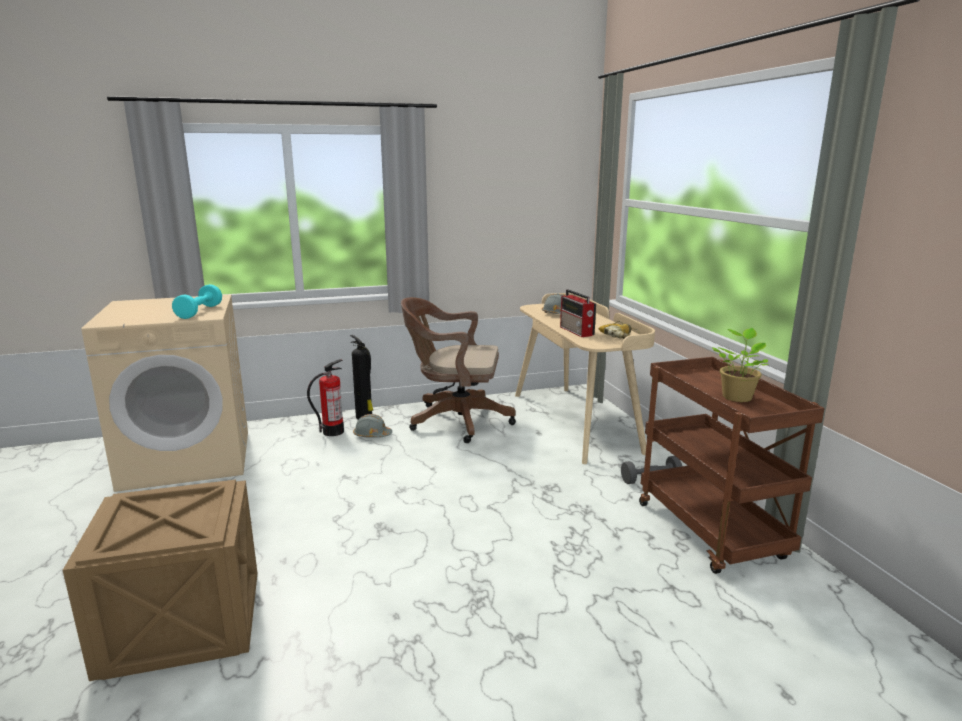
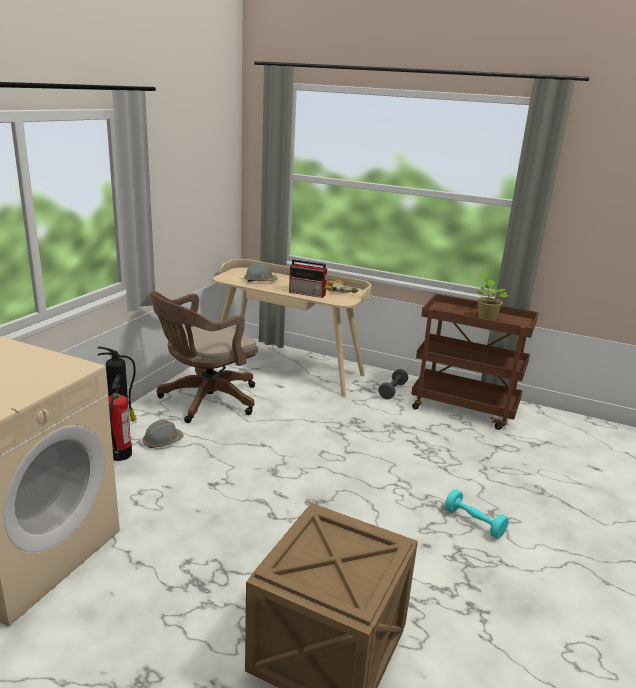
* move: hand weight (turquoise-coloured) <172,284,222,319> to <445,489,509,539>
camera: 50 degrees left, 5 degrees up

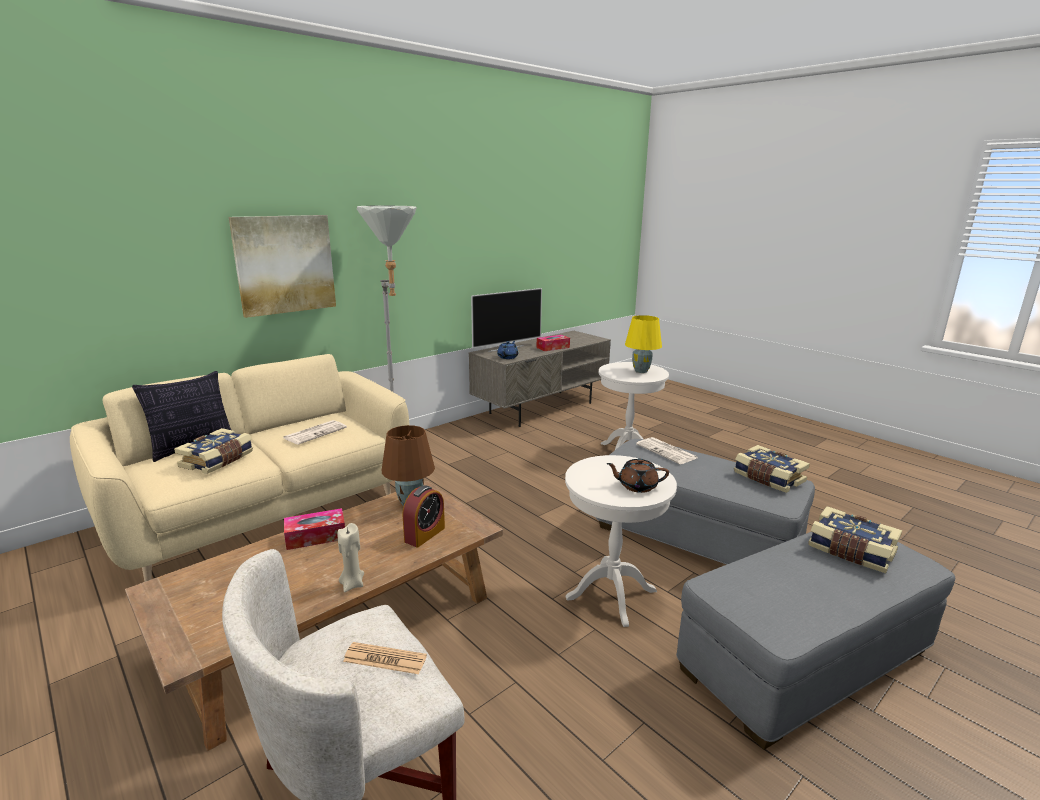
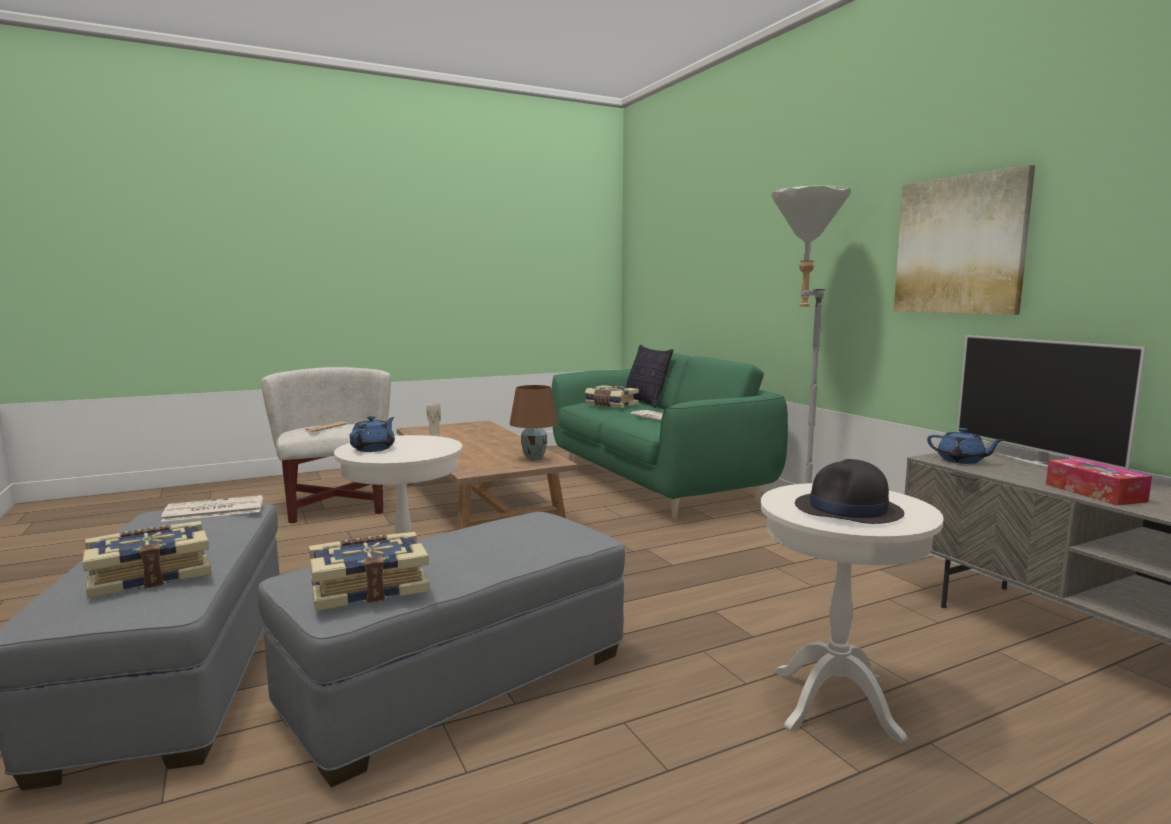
* recolor: couch (sand-coloured) <70,354,410,582> to couch (green) <551,349,788,519>
* move: wall picture <229,215,336,318> to <894,165,1035,315>
* delete: tissue holder <284,508,345,550>
* delete: table clock <403,486,445,547>
* recolor: pot for tea (brown-coloured) <606,458,669,493> to pot for tea (bluish) <350,416,395,452>
* replace: lamp for a table (yellow-coloured) <625,315,662,373> to wearable hat (black-coloured) <795,459,904,524>
* move: printed paper <636,437,698,464> to <161,495,263,522>
camera: 105 degrees right, 10 degrees down

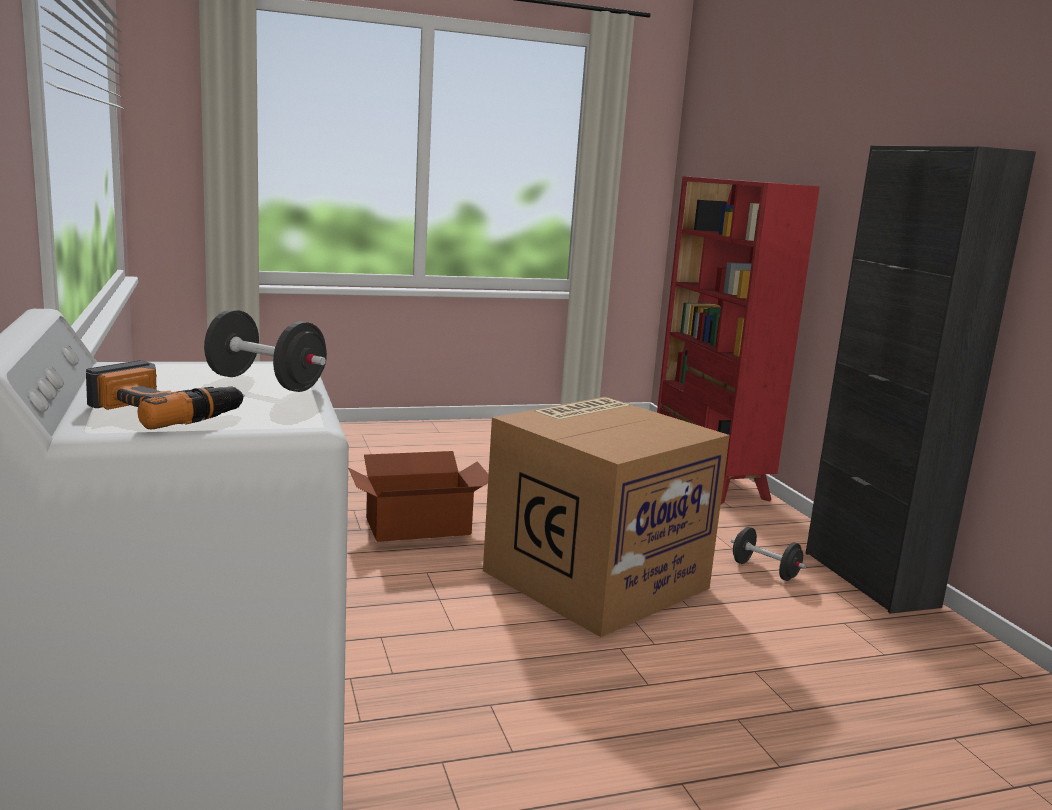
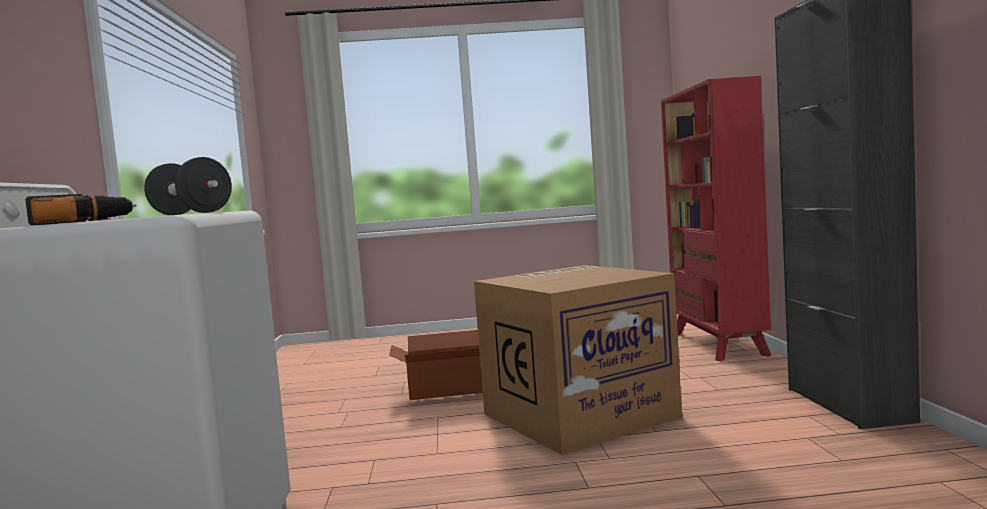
* delete: hand weight (black-coloured) <731,527,806,581>
camera: 15 degrees right, 10 degrees down

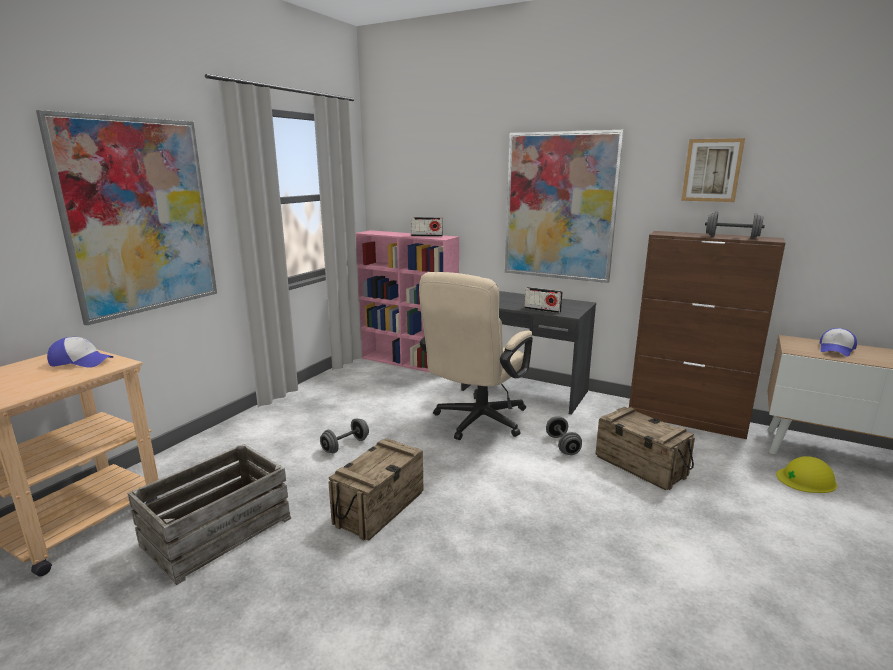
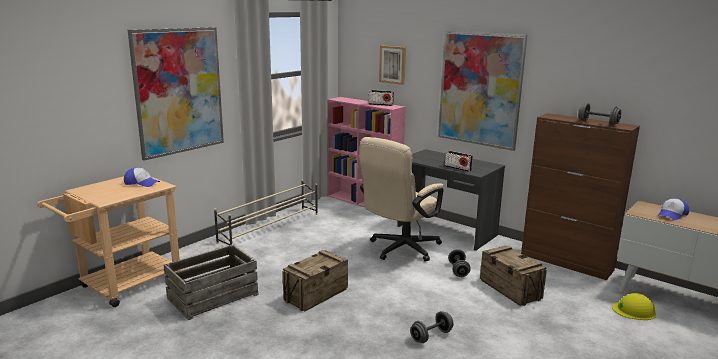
* move: hand weight (grey) <320,418,369,453> to <410,311,454,343>
* move: wall picture <681,138,745,202> to <379,45,406,85>
* insert: shoe stand (sand-coloured) <214,180,318,245>
camera: 10 degrees right, 0 degrees up

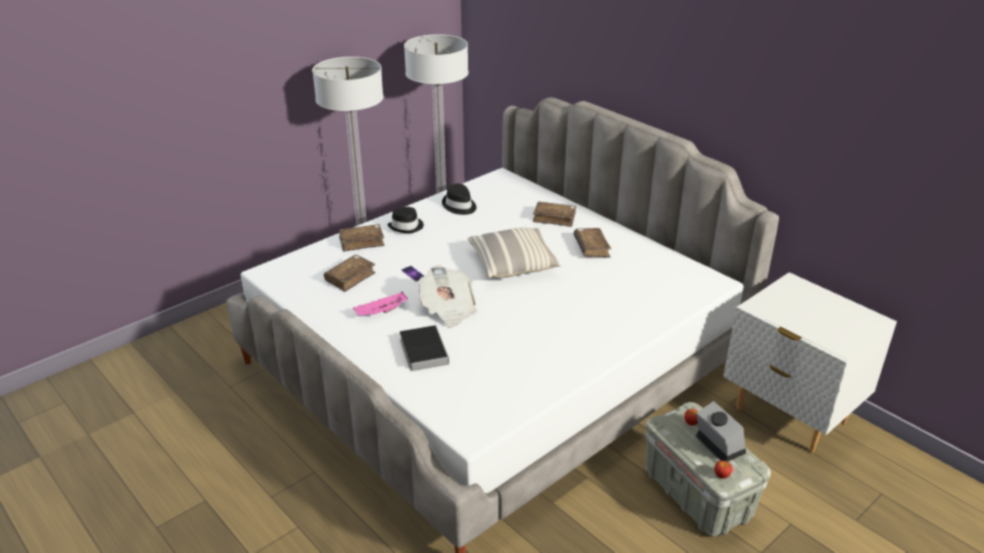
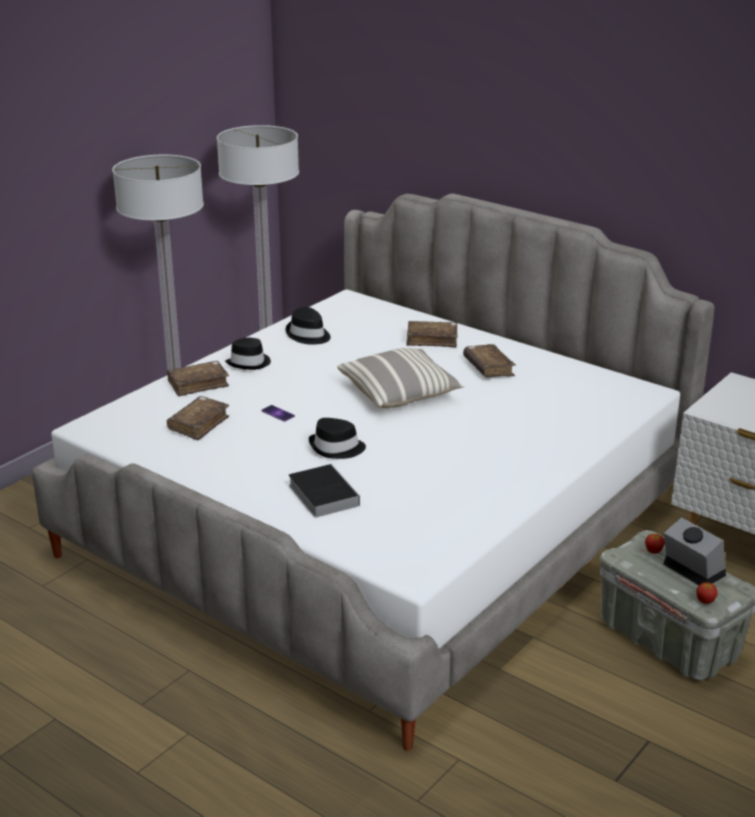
* delete: carrying tray (pinkish) <353,291,408,316>
* replace: printed paper <419,265,477,328> to wearable hat (black-coloured) <309,418,366,459>
camera: 10 degrees left, 5 degrees down

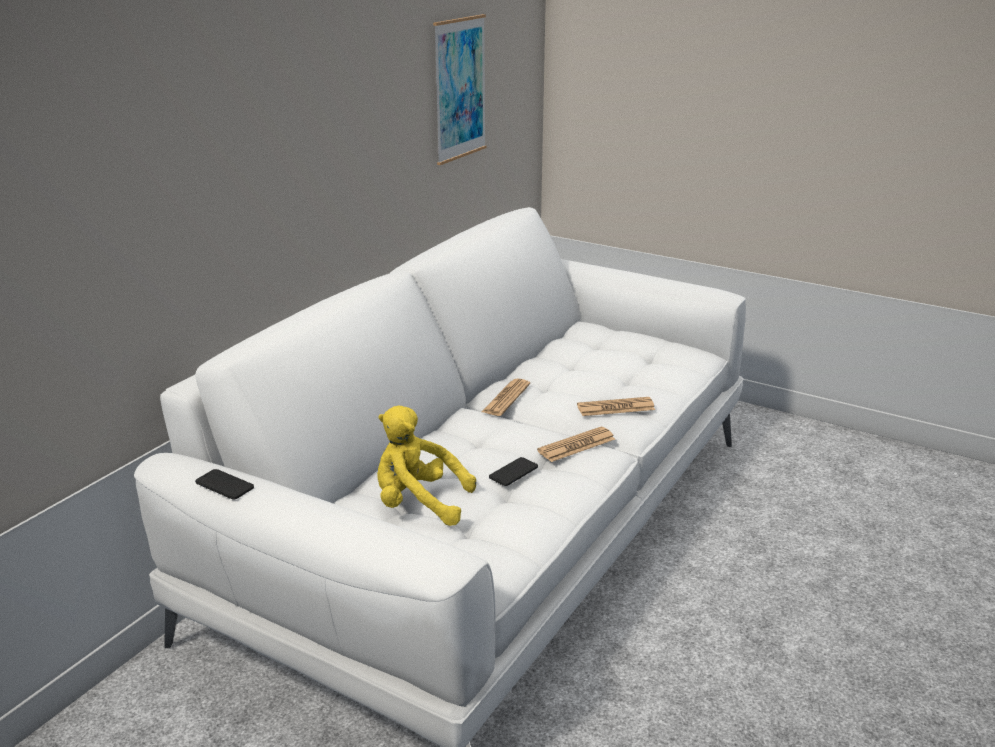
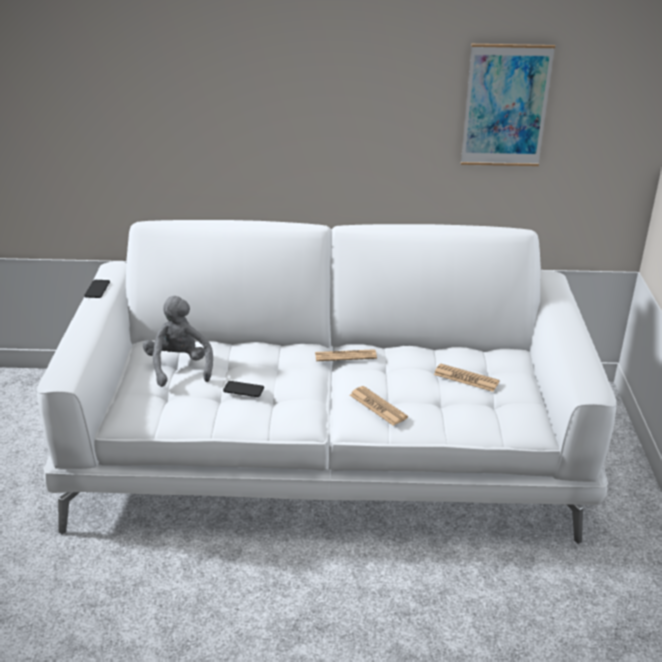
* recolor: cuddly toy (yellow-coloured) <377,406,476,526> to cuddly toy (grey) <143,296,213,387>
* move: printed paper <537,427,615,462> to <434,363,500,392>
camera: 60 degrees right, 5 degrees up

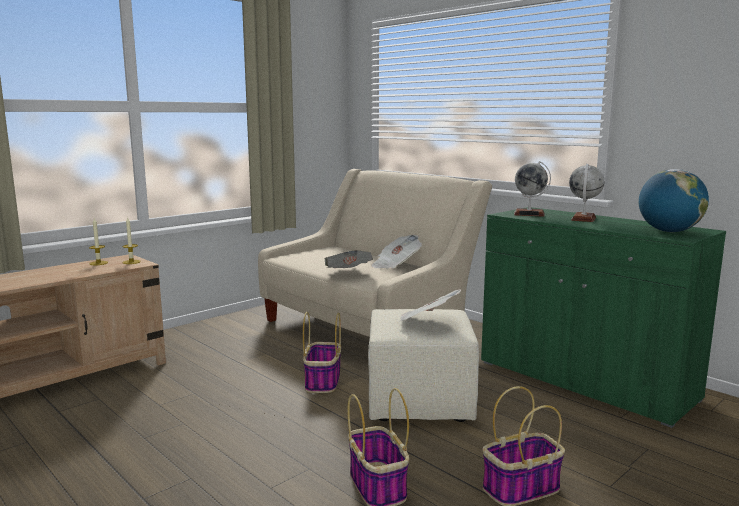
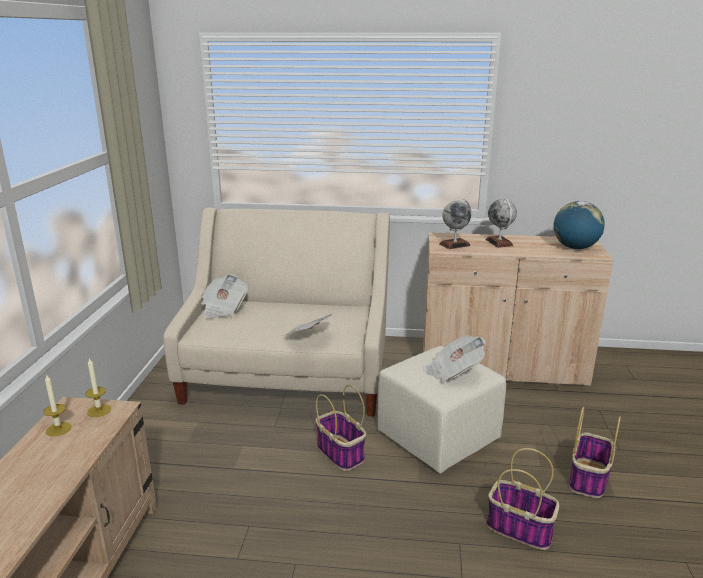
* move: printed paper <371,235,422,269> to <201,274,248,319>
* recolor: cupboard (green) <481,207,726,428> to cupboard (sand-coloured) <423,232,613,387>
camera: 40 degrees left, 10 degrees up

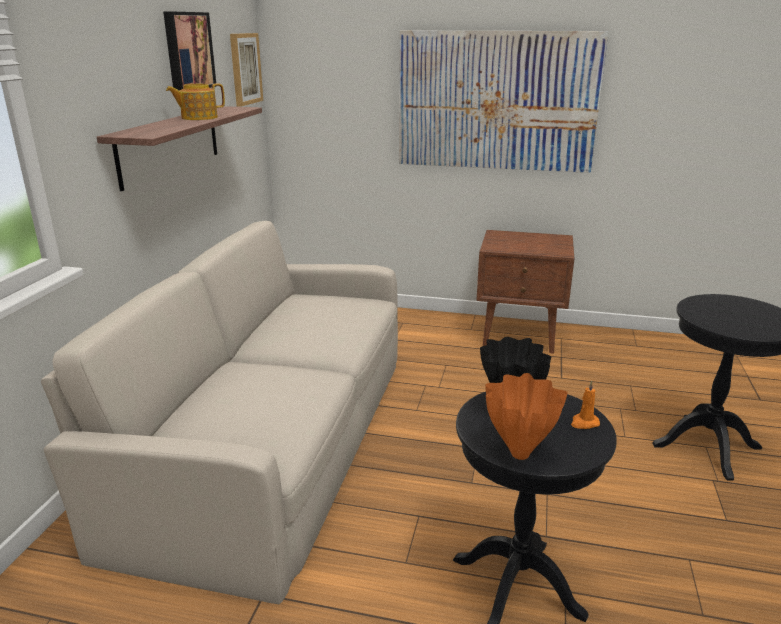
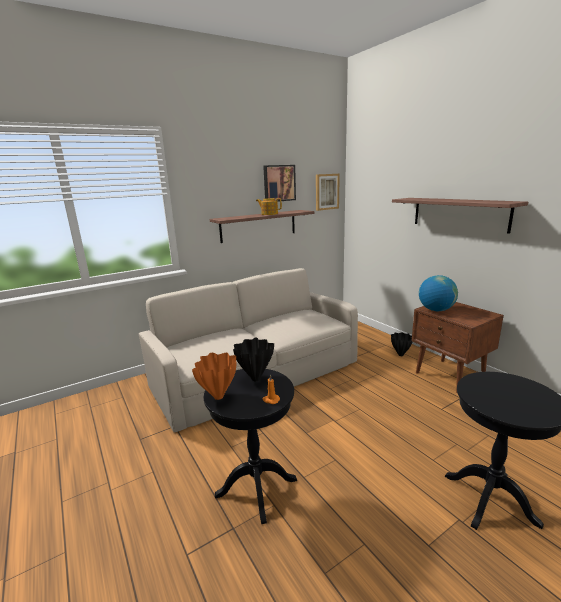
* replace: wall picture <399,31,608,173> to bracket shelf <392,198,528,234>
* insert: decorative vase (black-coloured) <391,332,412,356>
* insert: globe <419,275,458,311>
camera: 45 degrees right, 5 degrees down

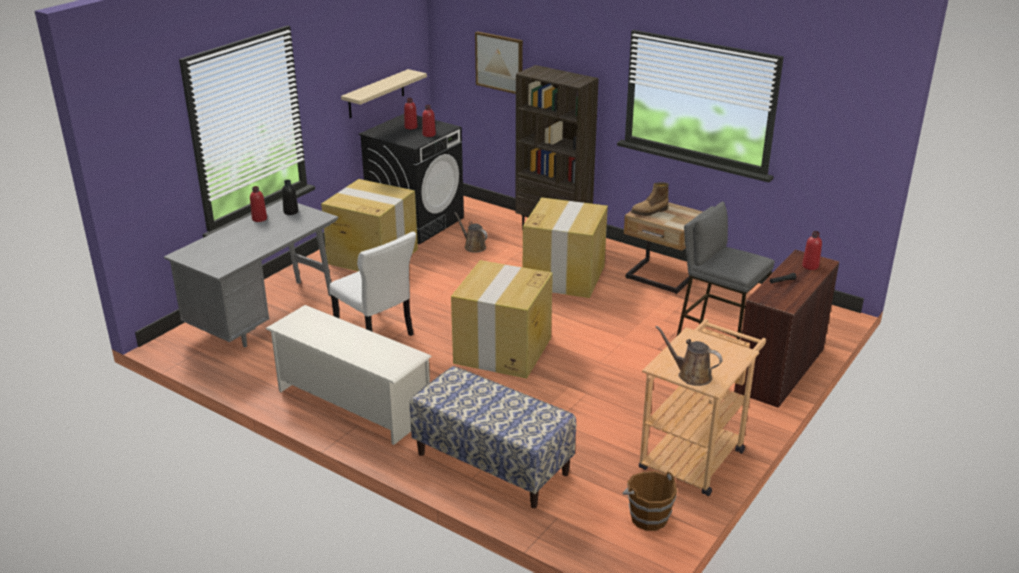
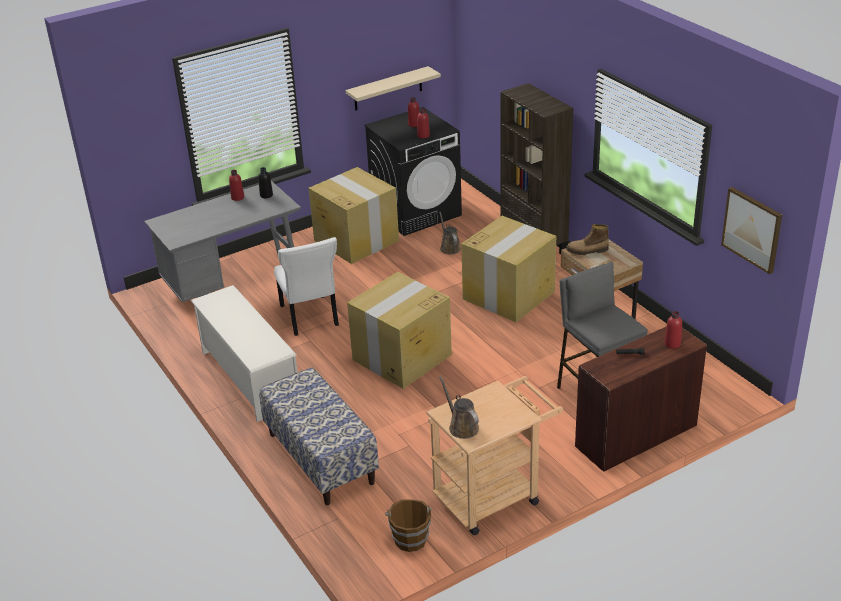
* move: wall picture <475,31,523,94> to <721,187,782,274>
camera: 25 degrees right, 5 degrees up

